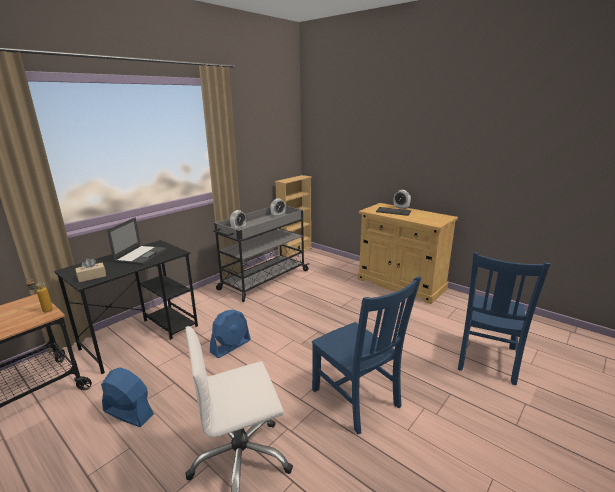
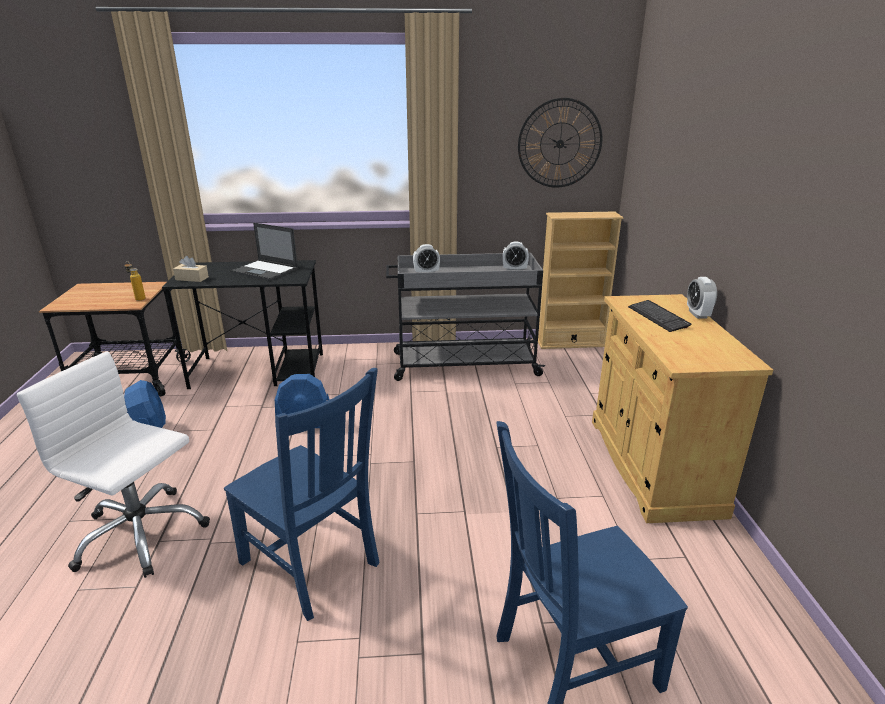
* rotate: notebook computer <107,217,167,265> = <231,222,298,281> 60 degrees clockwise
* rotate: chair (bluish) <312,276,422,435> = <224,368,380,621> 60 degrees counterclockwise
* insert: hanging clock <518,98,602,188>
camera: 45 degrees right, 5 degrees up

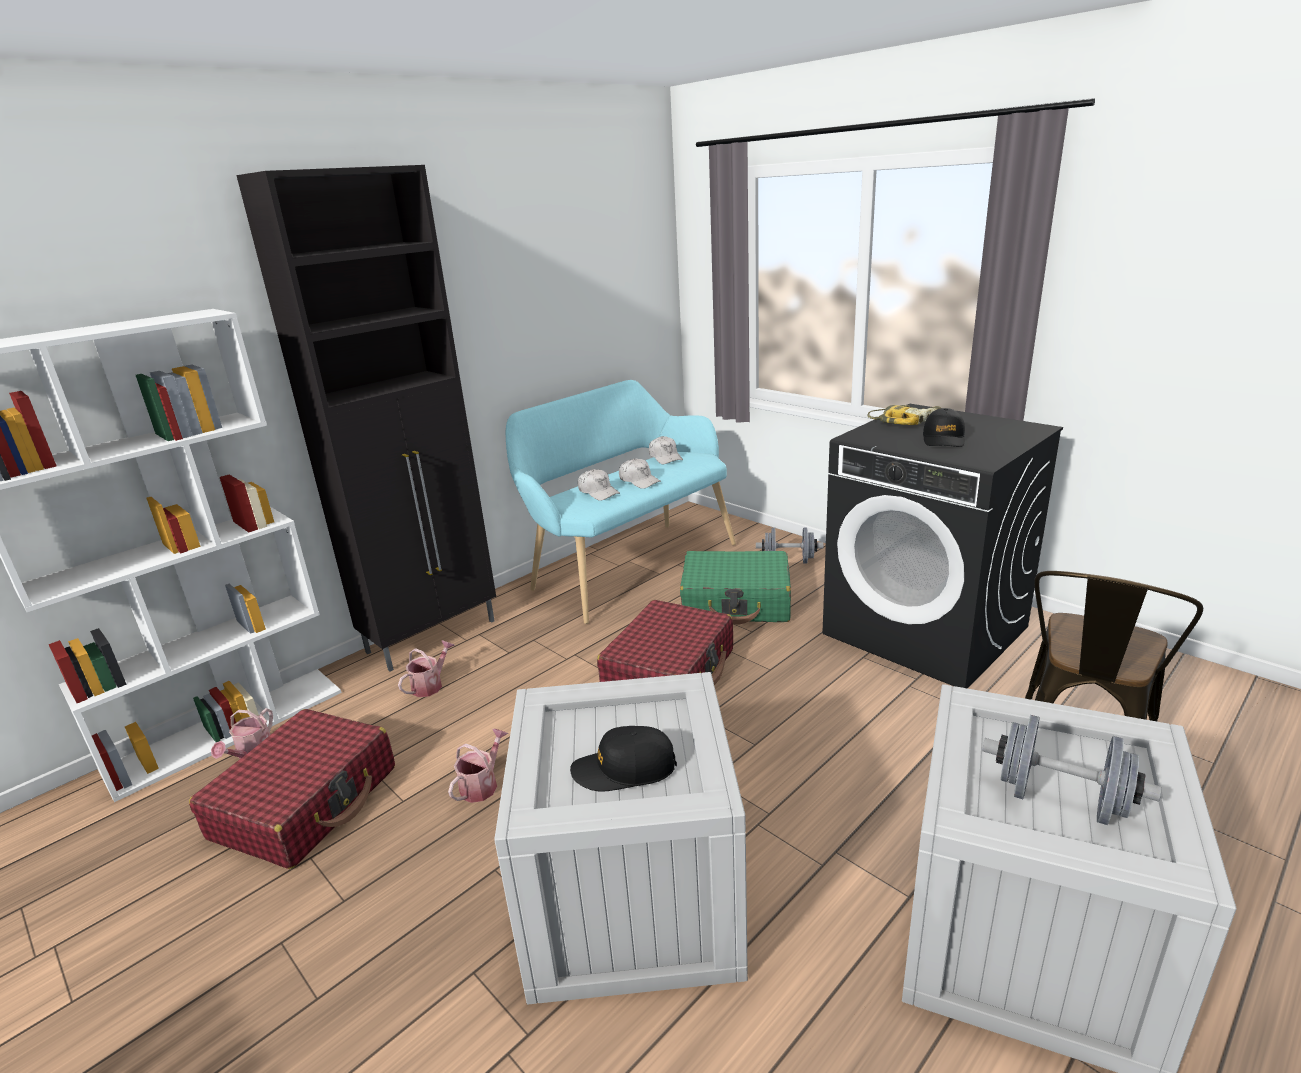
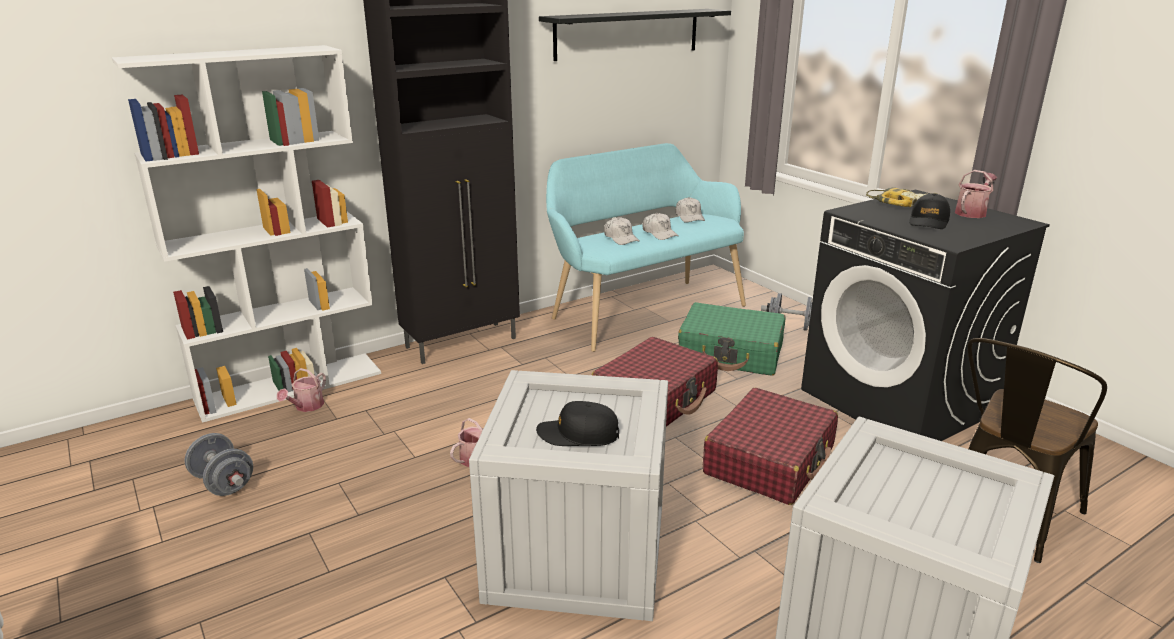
* move: suitcase (reddish) <189,709,395,869> to <703,388,838,505>
* move: watering pot <398,640,455,697> to <955,170,997,218>
* move: hand weight (grey) <982,715,1162,825> to <185,433,253,496>
* insert: bracket shelf (black-coloured) <539,9,731,61>
camera: 10 degrees right, 0 degrees up

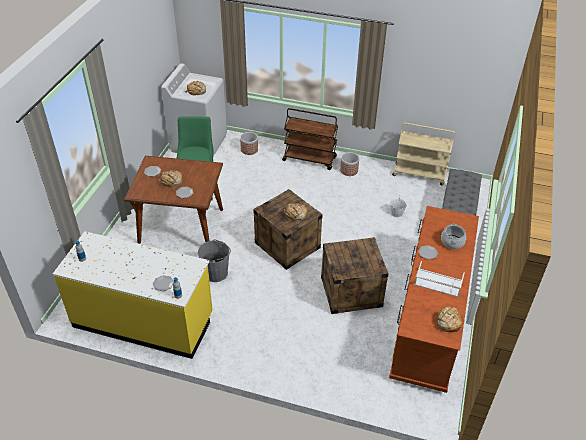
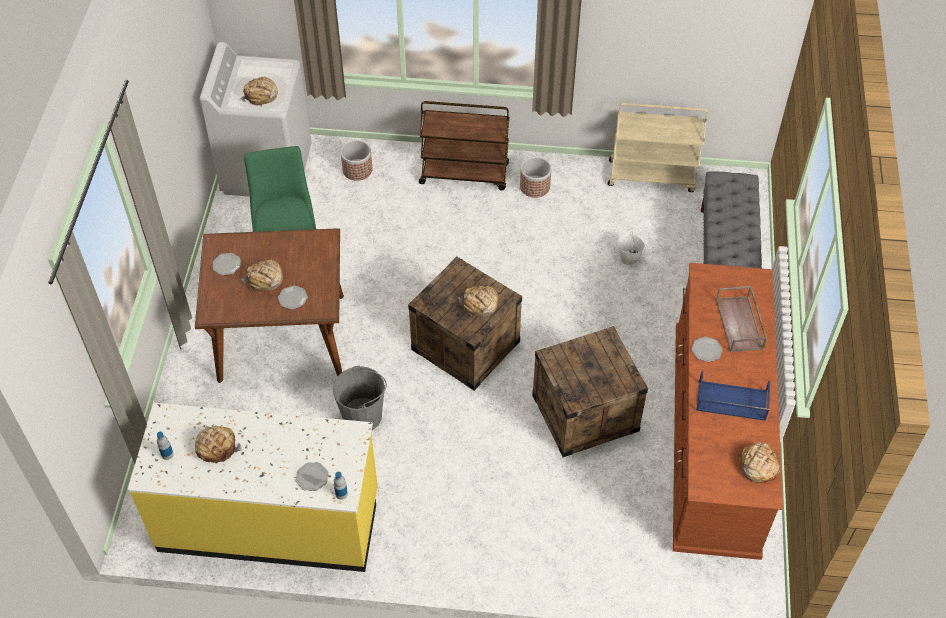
* recolor: carrying tray (white) <414,261,465,297> to carrying tray (bluish) <696,371,770,421>
* replace: saucepot <441,223,466,249> to carrying tray (brown-coloured) <716,286,767,352>
* insert: bread <195,426,242,464>
camera: 10 degrees left, 10 degrees up

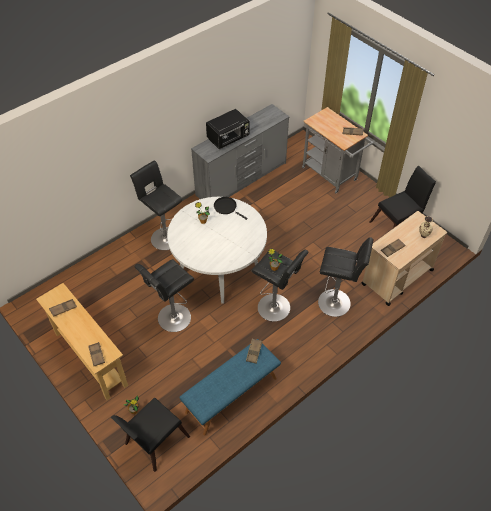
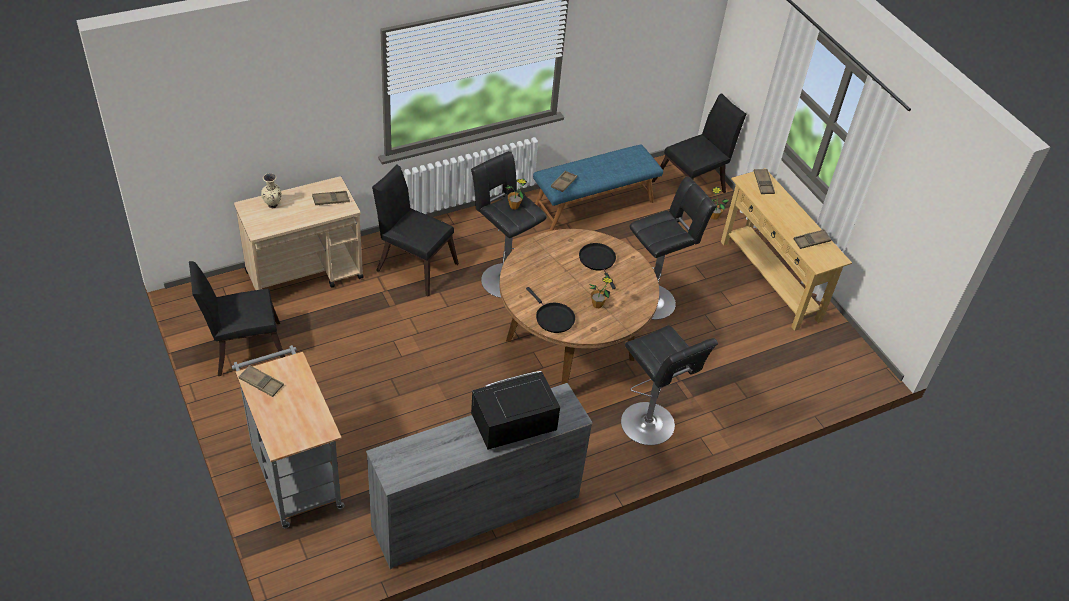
* recolor: dinner table (white) <167,197,267,304> to dinner table (brown-coloured) <500,229,659,385>
* replace: stool seat (black-coloured) <318,237,373,317> to chair (black-coloured) <372,165,459,296>
* insert: skillet (black-coloured) <579,243,616,289>
camera: 170 degrees left, 5 degrees down

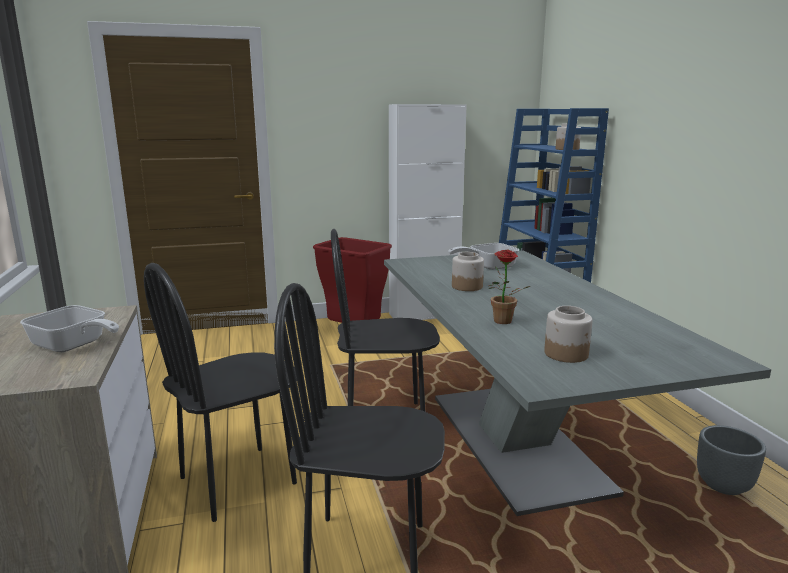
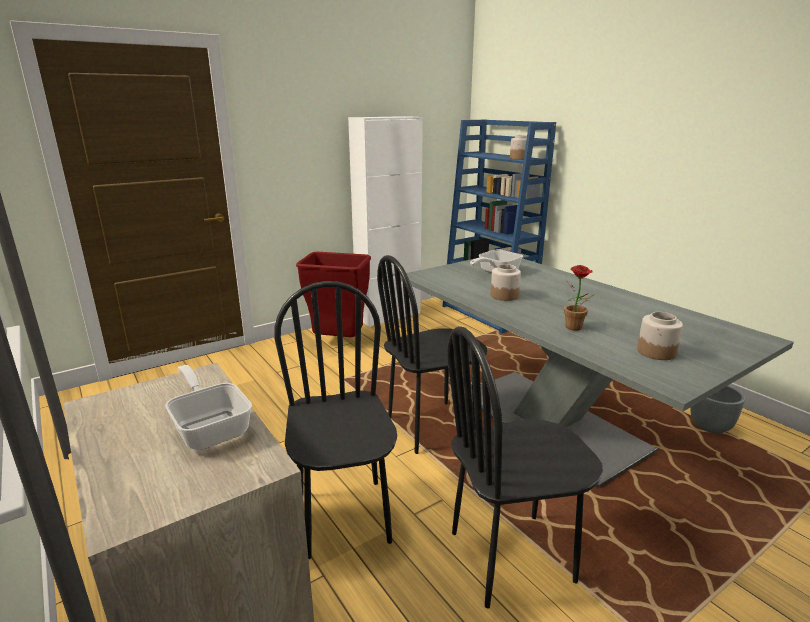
* rotate: skillet <20,305,119,352> = <165,365,252,450> 135 degrees counterclockwise
* rotate: chair (black-coloured) <144,263,297,522> = <274,281,397,559> 135 degrees clockwise
camera: 20 degrees left, 5 degrees up

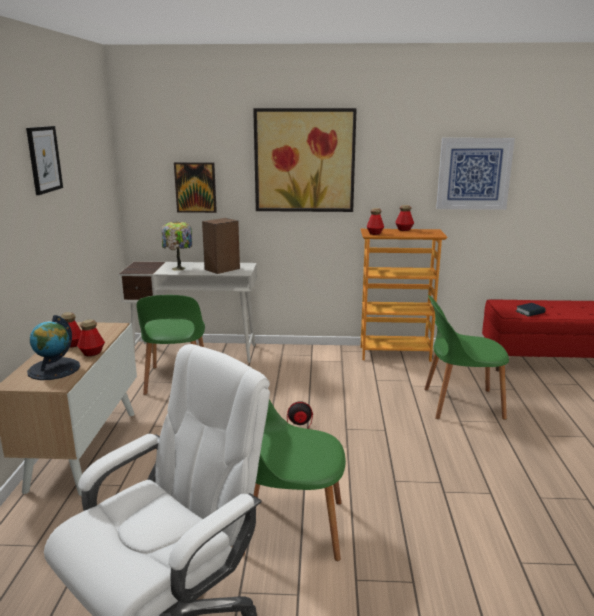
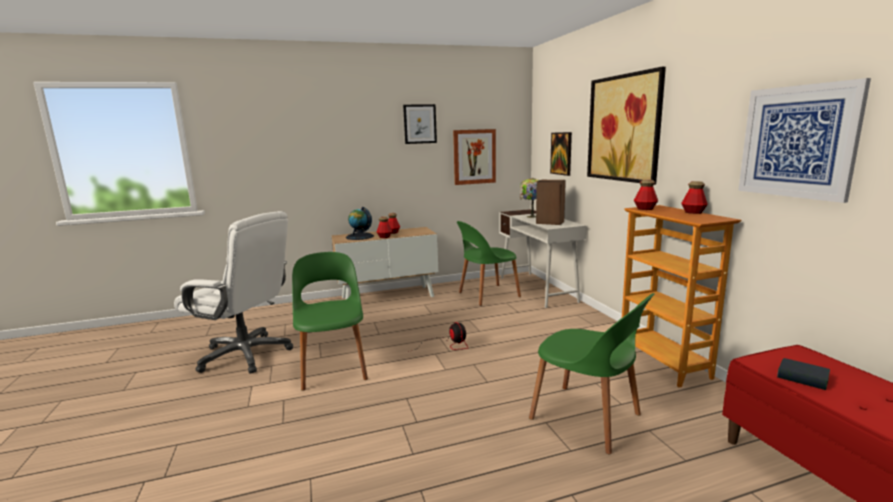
* rotate: chair (green) <424,295,509,420> = <529,293,655,454> 150 degrees clockwise
* insert: wall picture <453,129,496,185>
camera: 70 degrees right, 5 degrees down

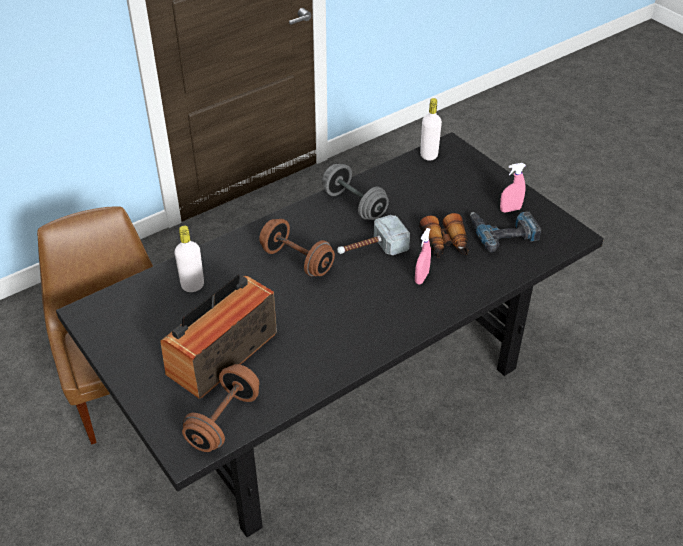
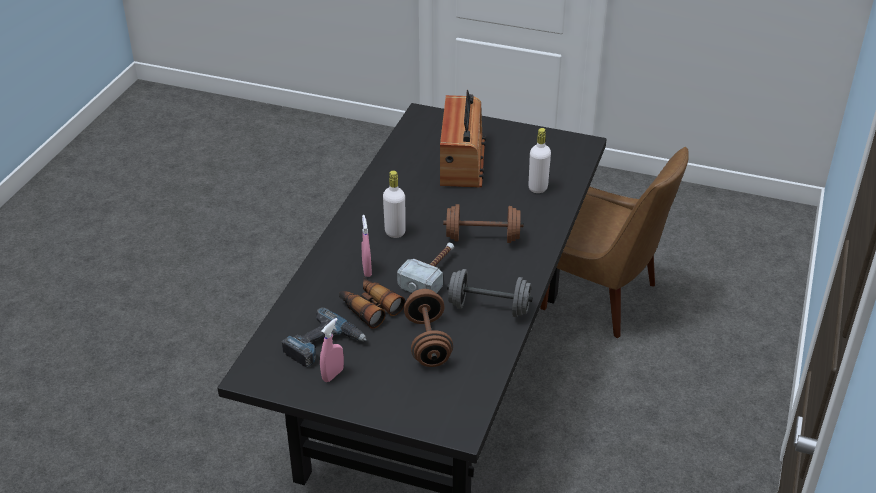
* move: hand weight (brown-coloured) <182,364,259,452> to <404,289,453,367>
* move: bottle (white) <420,98,442,161> to <383,171,405,238>
camera: 145 degrees right, 5 degrees down

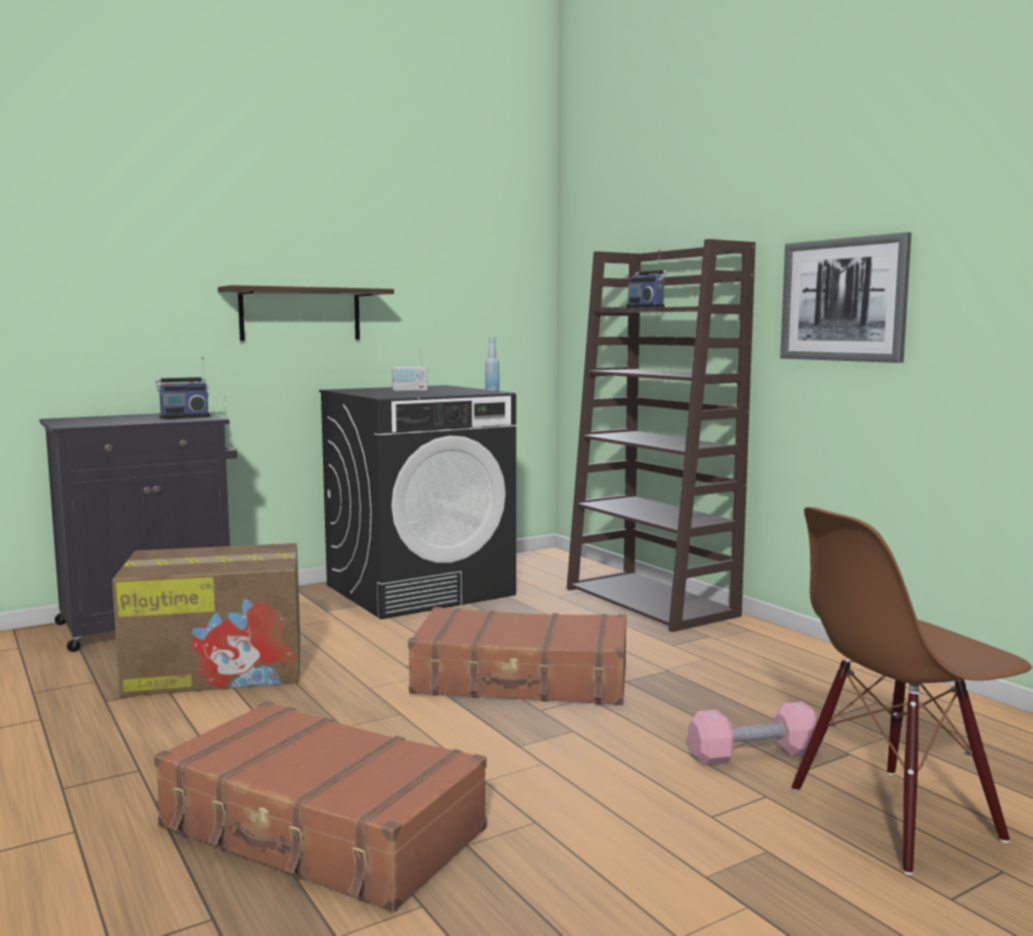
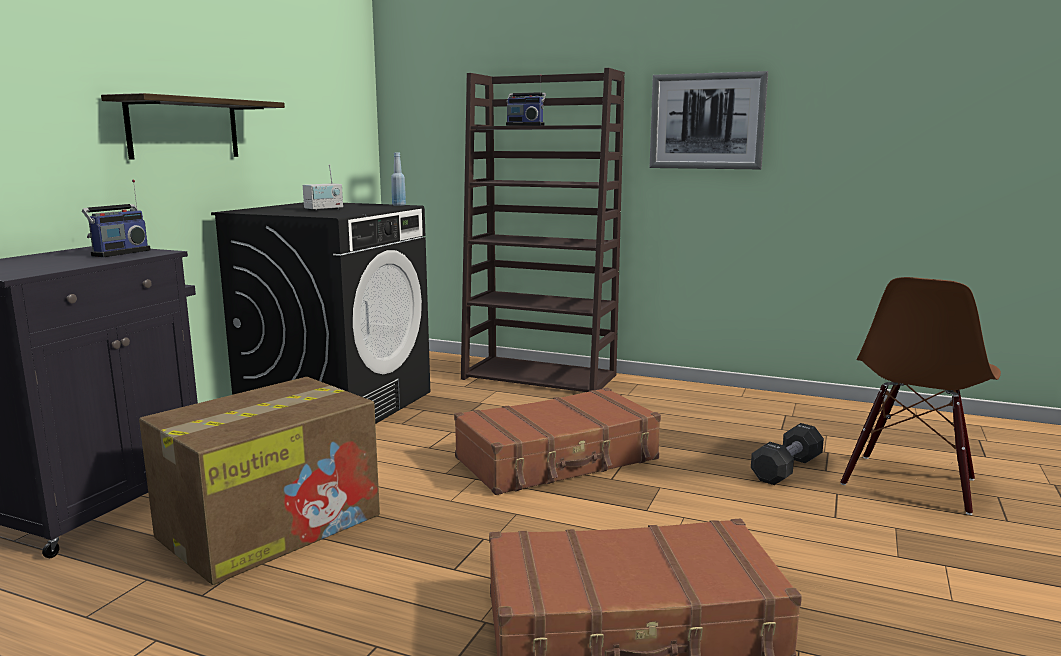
* recolor: hand weight (pinkish) <688,702,819,765> to hand weight (black-coloured) <751,423,824,485>
camera: 35 degrees left, 5 degrees up

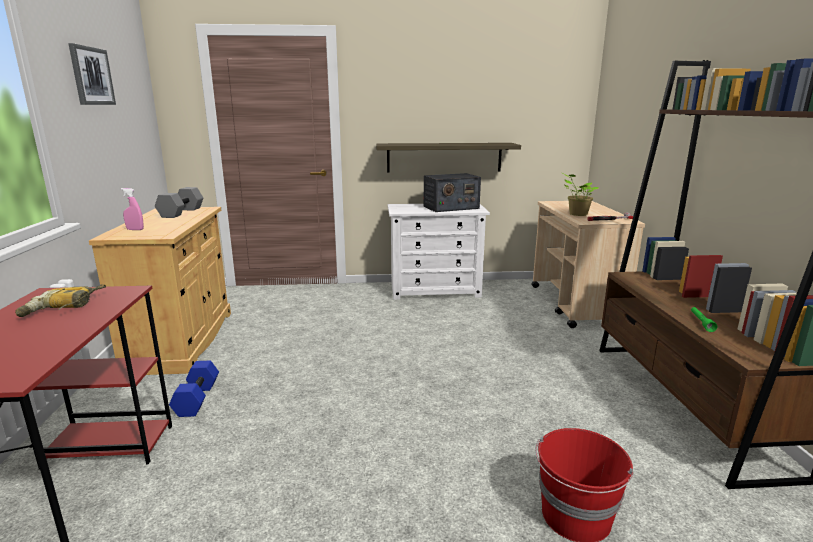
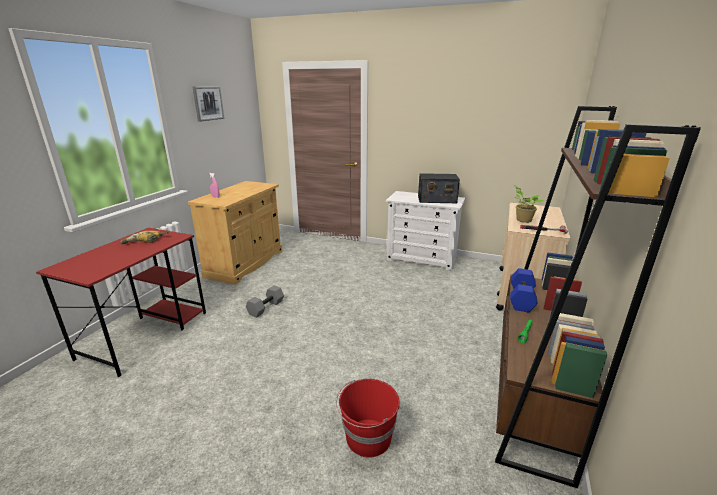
* move: hand weight (grey) <155,187,203,218> to <246,285,284,318>
* move: hand weight (bluish) <169,361,219,417> to <510,268,537,313>
* delete: bracket shelf <376,143,521,172>
camera: 25 degrees right, 5 degrees up

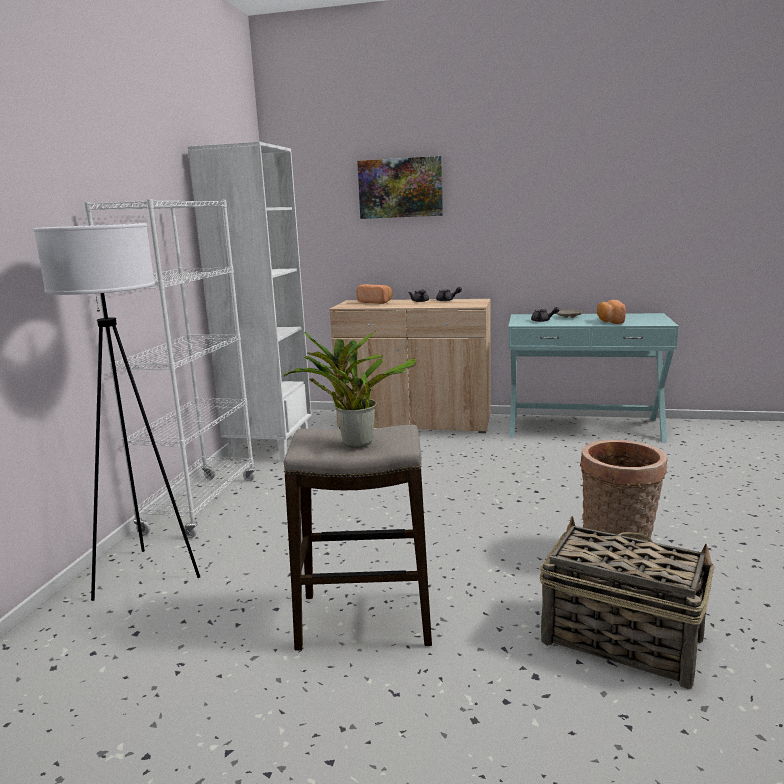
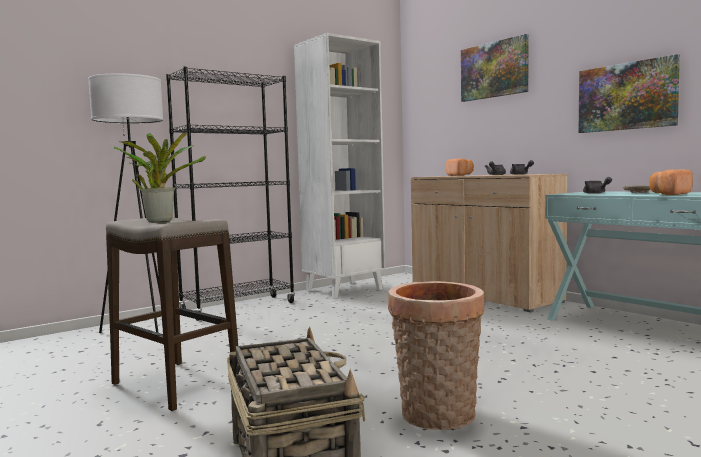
* recolor: shelving unit (white) <84,199,256,538> to shelving unit (black-coloured) <166,66,295,321>
* insert: wall picture <579,54,680,133>
camera: 40 degrees right, 10 degrees down

